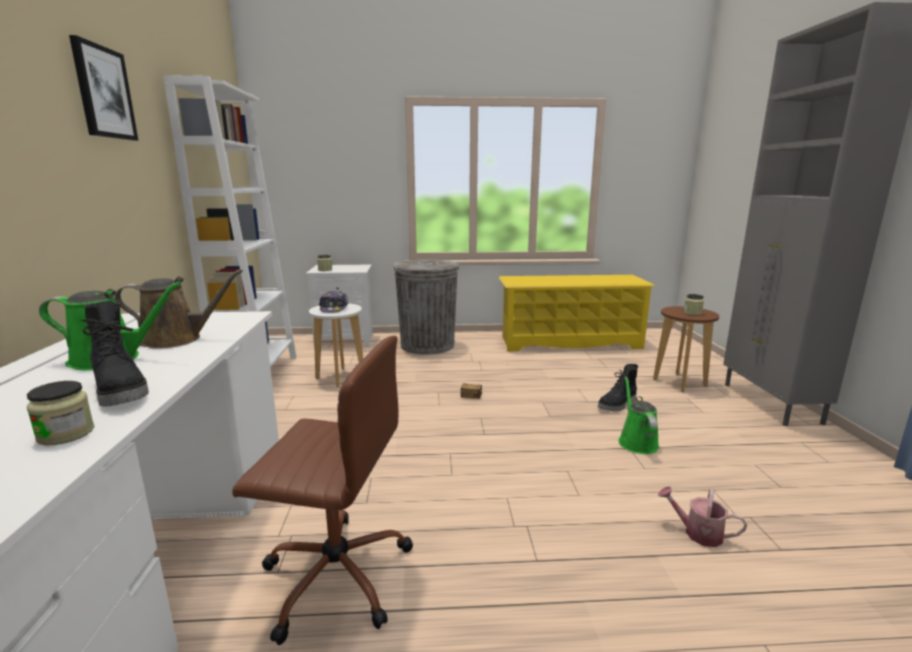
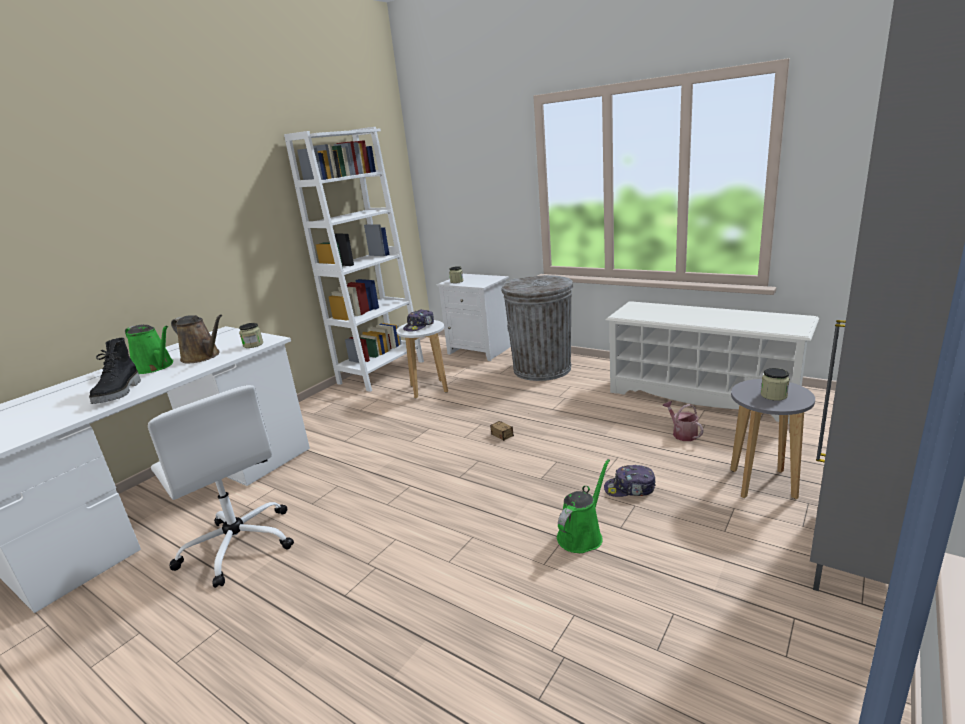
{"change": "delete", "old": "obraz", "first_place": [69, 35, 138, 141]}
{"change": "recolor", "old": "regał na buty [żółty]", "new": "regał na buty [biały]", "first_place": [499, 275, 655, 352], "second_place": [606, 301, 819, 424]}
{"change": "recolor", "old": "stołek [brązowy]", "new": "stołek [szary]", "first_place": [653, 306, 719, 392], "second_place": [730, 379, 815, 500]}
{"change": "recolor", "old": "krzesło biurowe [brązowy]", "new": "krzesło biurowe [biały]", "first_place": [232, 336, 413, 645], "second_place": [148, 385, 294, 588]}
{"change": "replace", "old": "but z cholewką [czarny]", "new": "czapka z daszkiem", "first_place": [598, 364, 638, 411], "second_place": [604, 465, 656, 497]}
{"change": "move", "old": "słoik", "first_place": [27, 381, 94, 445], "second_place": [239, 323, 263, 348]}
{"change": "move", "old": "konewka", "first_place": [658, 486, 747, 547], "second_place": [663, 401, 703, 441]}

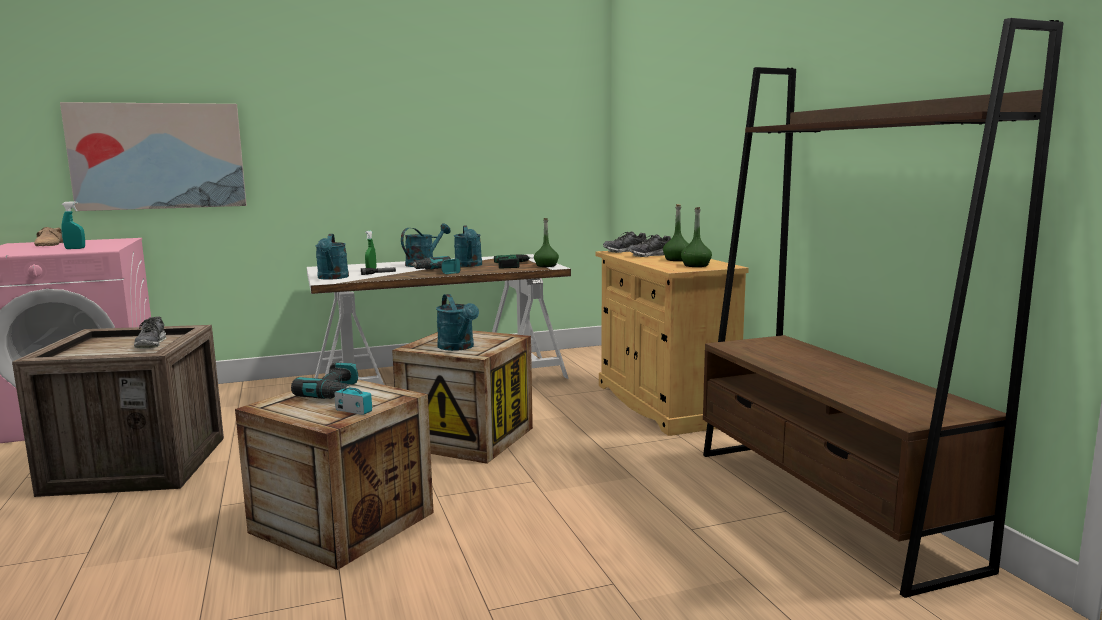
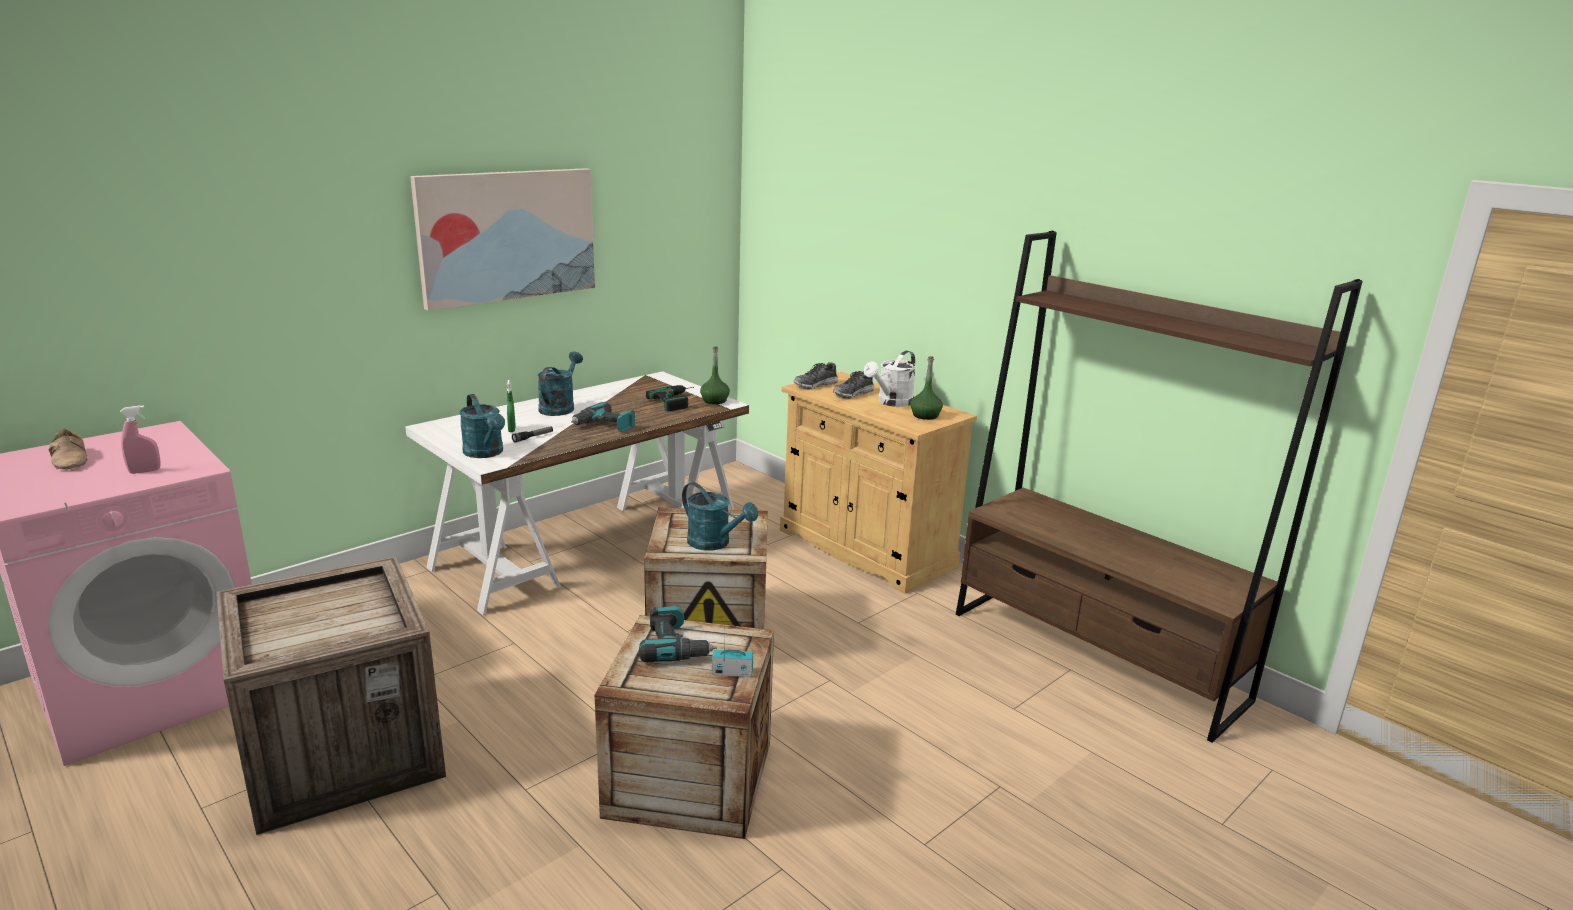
{"change": "move", "old": "obraz", "first_place": [60, 102, 247, 211], "second_place": [410, 168, 595, 311]}
{"change": "recolor", "old": "spryskiwacz [turkusowy]", "new": "spryskiwacz [różowy]", "first_place": [61, 201, 85, 249], "second_place": [120, 405, 161, 474]}
{"change": "replace", "old": "butelka [zielony]", "new": "konewka [biały]", "first_place": [663, 204, 689, 261], "second_place": [864, 351, 916, 407]}
{"change": "delete", "old": "konewka [turkusowy]", "first_place": [454, 225, 482, 267]}
{"change": "delete", "old": "but", "first_place": [134, 316, 166, 349]}

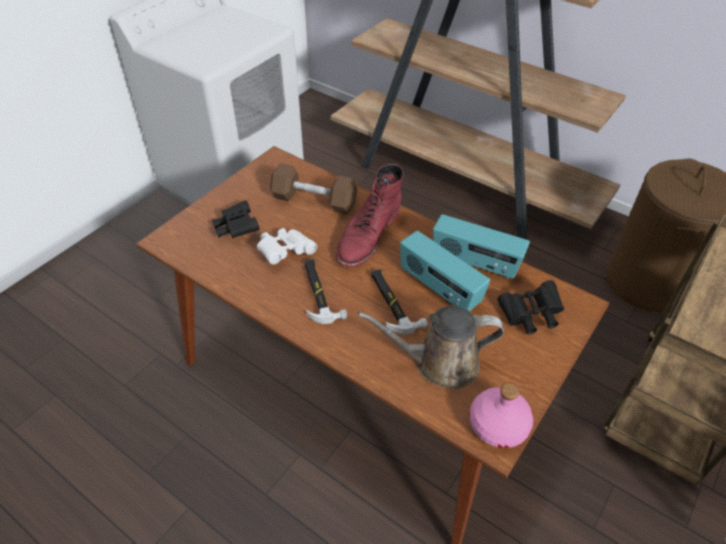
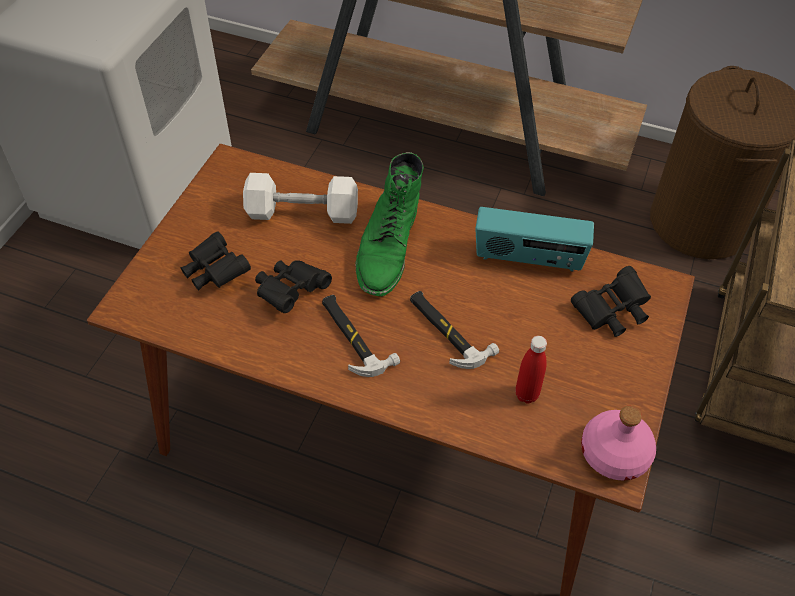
{"change": "recolor", "old": "hantel [brązowy]", "new": "hantel [biały]", "first_place": [270, 163, 357, 214], "second_place": [243, 173, 358, 224]}
{"change": "recolor", "old": "but z cholewką [czerwony]", "new": "but z cholewką [zielony]", "first_place": [336, 164, 404, 268], "second_place": [355, 152, 424, 296]}
{"change": "recolor", "old": "lornetka [biały]", "new": "lornetka [czarny]", "first_place": [257, 228, 317, 265], "second_place": [255, 260, 332, 313]}
{"change": "delete", "old": "radio", "first_place": [400, 231, 490, 311]}
{"change": "replace", "old": "konewka [brązowy]", "new": "butelka [czerwony]", "first_place": [358, 306, 504, 389], "second_place": [515, 336, 547, 404]}

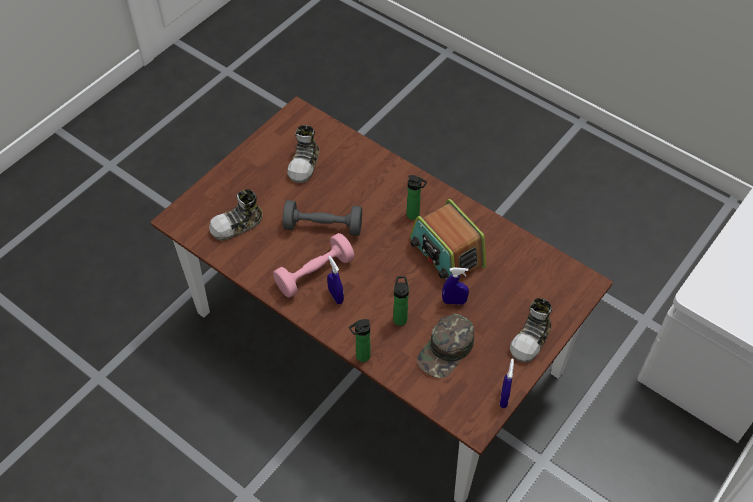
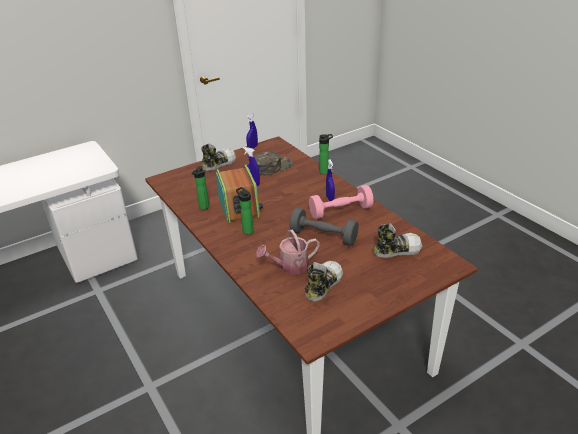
{"change": "move", "old": "butelka", "first_place": [393, 276, 409, 326], "second_place": [191, 166, 209, 210]}
{"change": "insert", "new": "konewka", "second_place": [256, 230, 320, 275]}

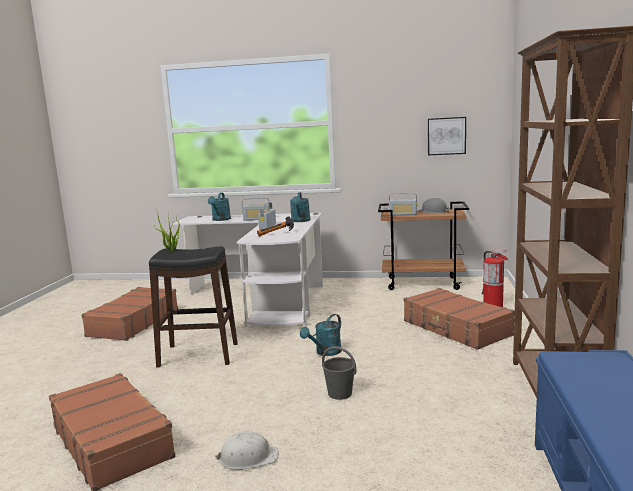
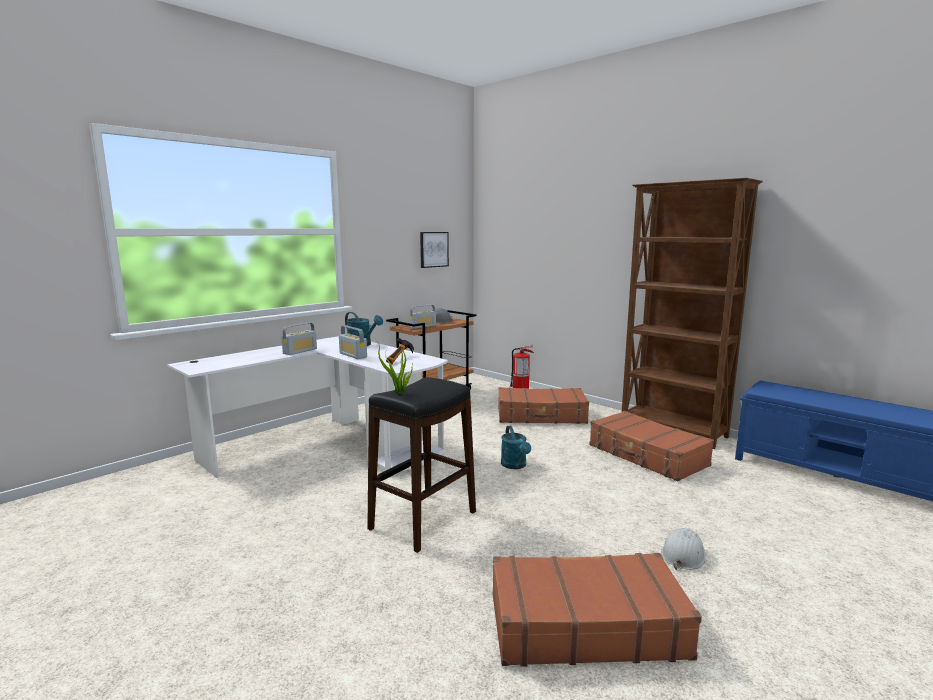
{"change": "delete", "old": "konewka [turkusowy]", "first_place": [208, 193, 231, 221]}
{"change": "move", "old": "walizka [brązowy]", "first_place": [81, 287, 178, 341], "second_place": [589, 411, 714, 482]}
{"change": "delete", "old": "wiadro [szary]", "first_place": [322, 346, 356, 400]}

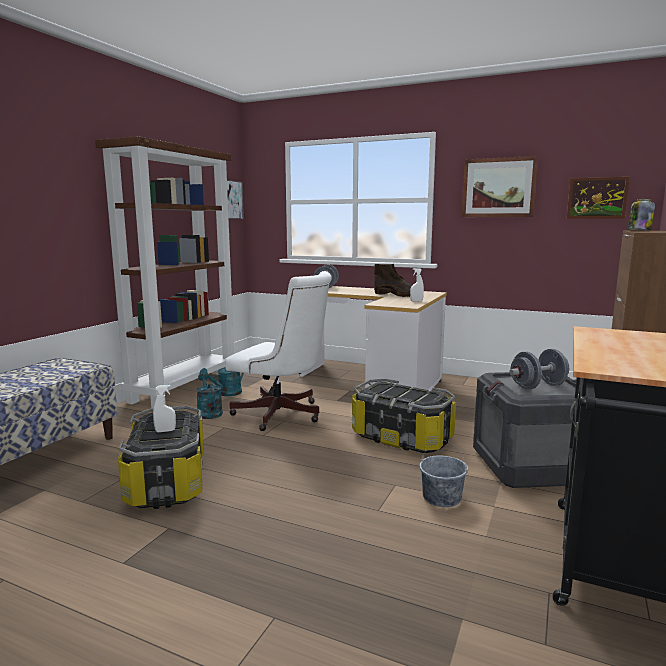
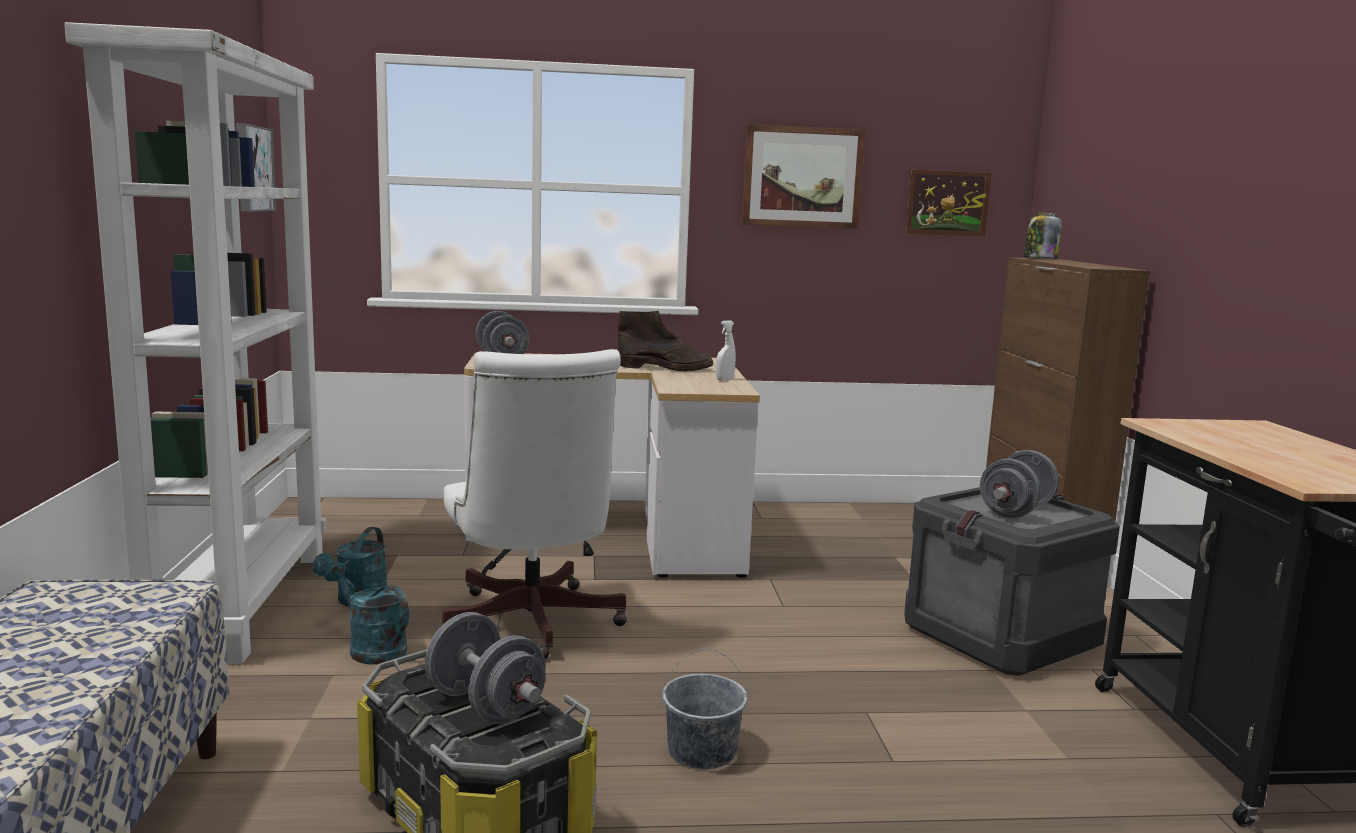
{"change": "recolor", "old": "regał [brązowy]", "new": "regał [biały]", "first_place": [95, 136, 234, 408], "second_place": [64, 22, 326, 664]}
{"change": "rotate", "old": "krzesło biurowe [biały]", "first_place": [225, 271, 332, 431], "second_place": [442, 349, 627, 659], "degrees": 75}
{"change": "delete", "old": "pojemnik do przechowywania", "first_place": [352, 379, 456, 453]}
{"change": "replace", "old": "spryskiwacz [biały]", "new": "hantel [szary]", "first_place": [153, 385, 176, 432], "second_place": [425, 612, 546, 724]}
{"change": "move", "old": "wiadro [szary]", "first_place": [419, 441, 468, 507], "second_place": [662, 648, 748, 769]}

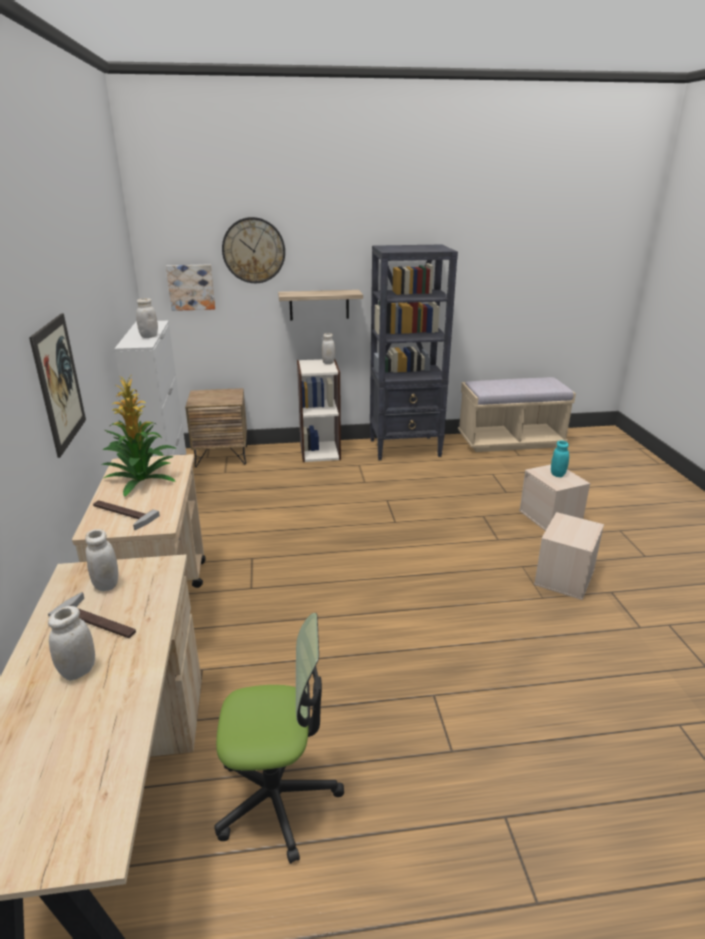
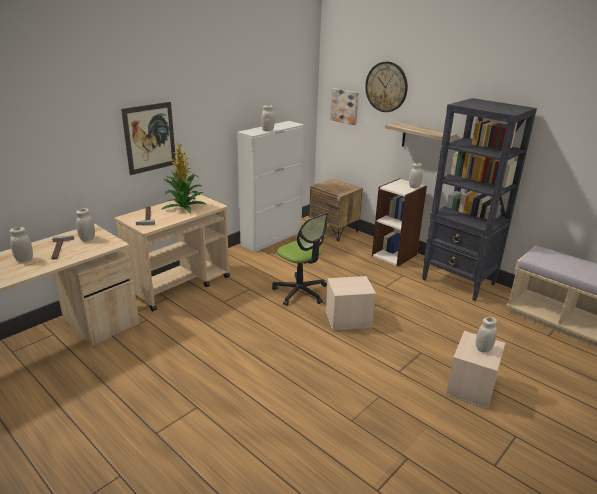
{"change": "recolor", "old": "słoik [turkusowy]", "new": "słoik [biały]", "first_place": [551, 441, 569, 477], "second_place": [476, 317, 497, 352]}
{"change": "move", "old": "pojemnik do przechowywania [beżowy]", "first_place": [534, 512, 604, 600], "second_place": [326, 276, 376, 330]}
{"change": "move", "old": "krzesło biurowe", "first_place": [214, 613, 344, 864], "second_place": [272, 213, 328, 306]}

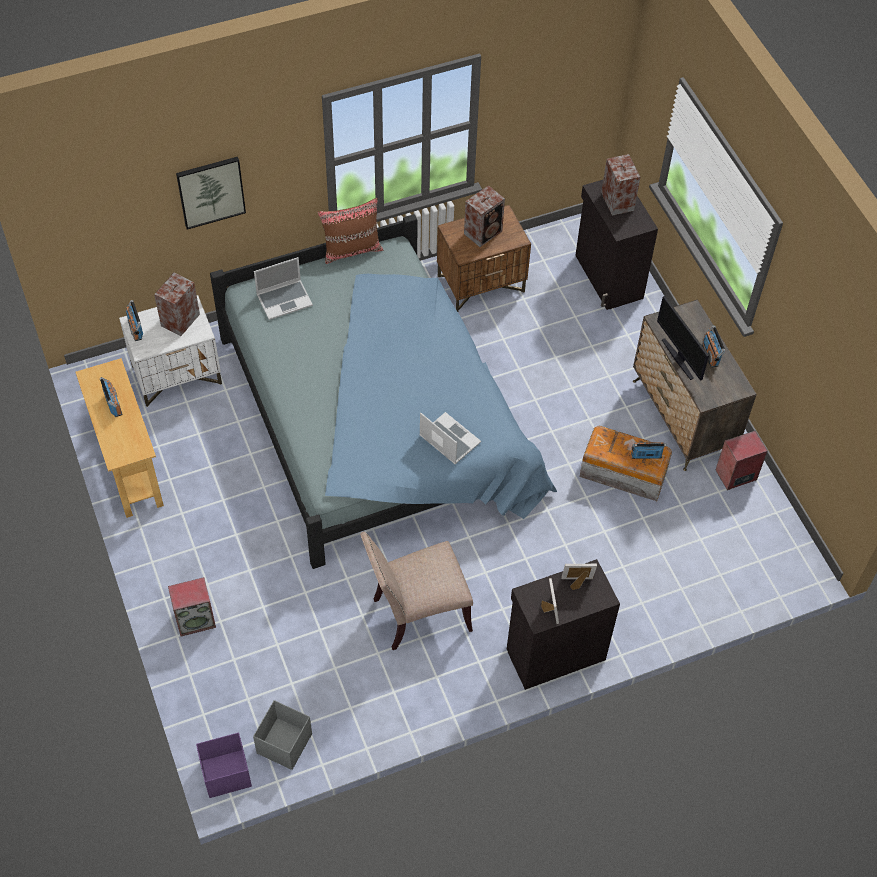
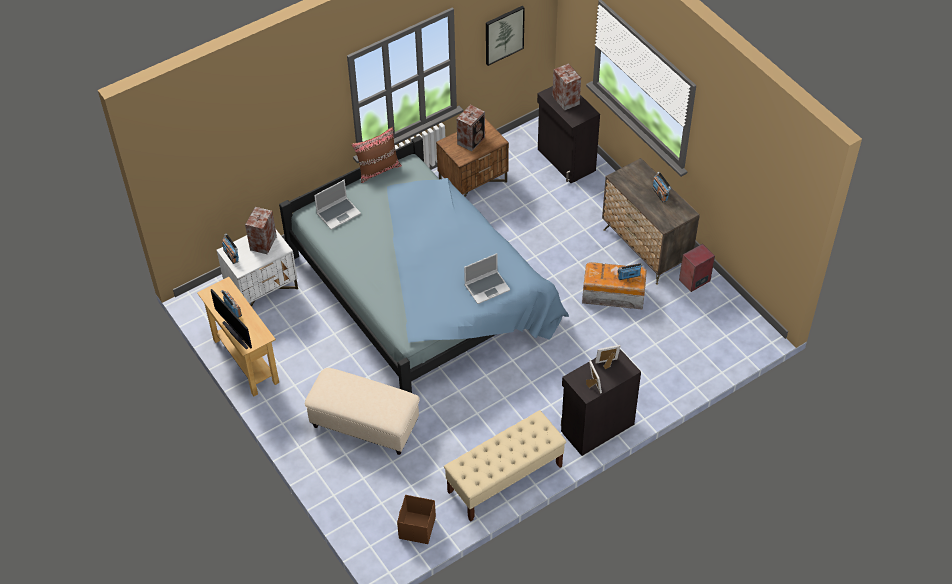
{"change": "move", "old": "obraz", "first_place": [176, 157, 246, 230], "second_place": [486, 6, 525, 66]}
{"change": "move", "old": "monitor", "first_place": [657, 296, 709, 381], "second_place": [211, 289, 252, 349]}
{"change": "rotate", "old": "laptop", "first_place": [419, 412, 481, 464], "second_place": [464, 253, 510, 304], "degrees": 120}
{"change": "delete", "old": "krzesło [beżowy]", "first_place": [360, 532, 473, 650]}
{"change": "delete", "old": "głośnik", "first_place": [168, 577, 216, 636]}
{"change": "recolor", "old": "pojemnik do przechowywania [szary]", "new": "pojemnik do przechowywania [brązowy]", "first_place": [253, 700, 312, 770], "second_place": [397, 495, 436, 544]}
{"change": "delete", "old": "pojemnik do przechowywania [fioletowy]", "first_place": [196, 732, 252, 798]}
{"change": "insert", "new": "pufa [beżowy]", "second_place": [305, 368, 420, 455]}
{"change": "insert", "new": "ławka [beżowy]", "second_place": [444, 410, 566, 522]}

